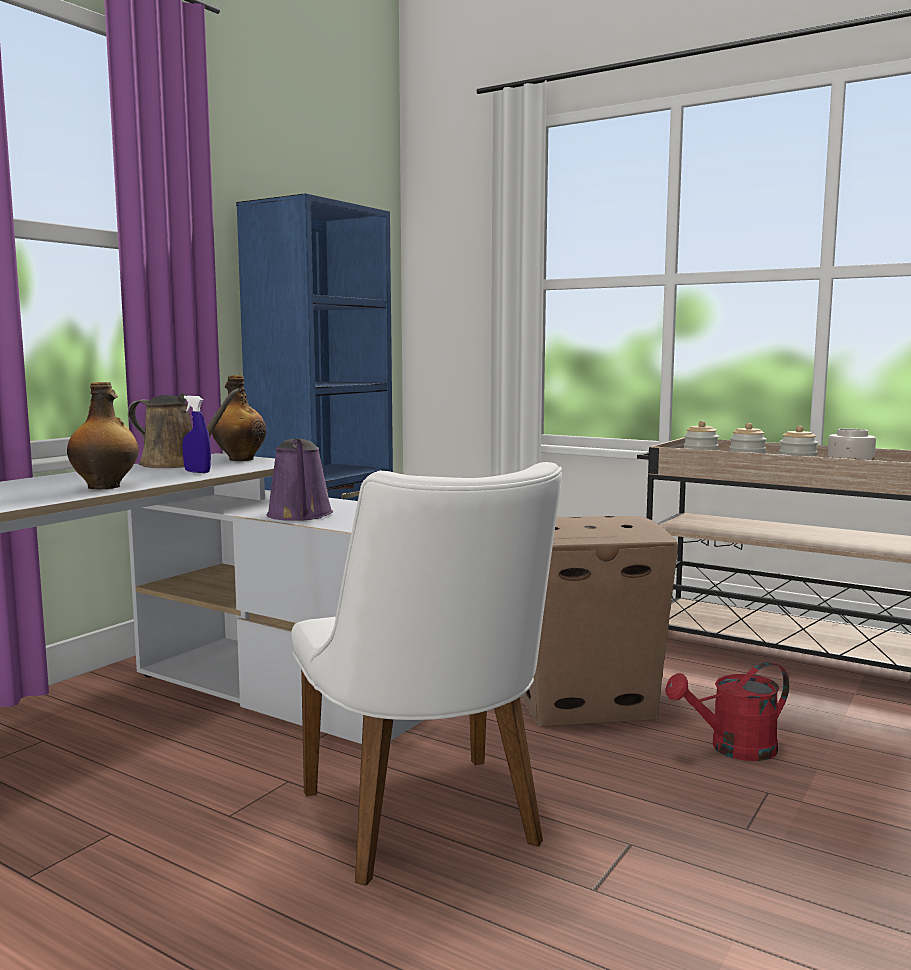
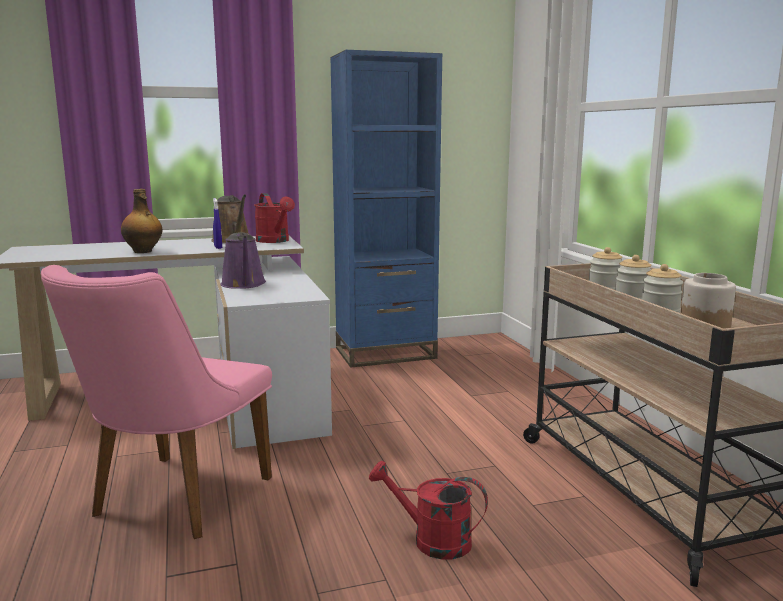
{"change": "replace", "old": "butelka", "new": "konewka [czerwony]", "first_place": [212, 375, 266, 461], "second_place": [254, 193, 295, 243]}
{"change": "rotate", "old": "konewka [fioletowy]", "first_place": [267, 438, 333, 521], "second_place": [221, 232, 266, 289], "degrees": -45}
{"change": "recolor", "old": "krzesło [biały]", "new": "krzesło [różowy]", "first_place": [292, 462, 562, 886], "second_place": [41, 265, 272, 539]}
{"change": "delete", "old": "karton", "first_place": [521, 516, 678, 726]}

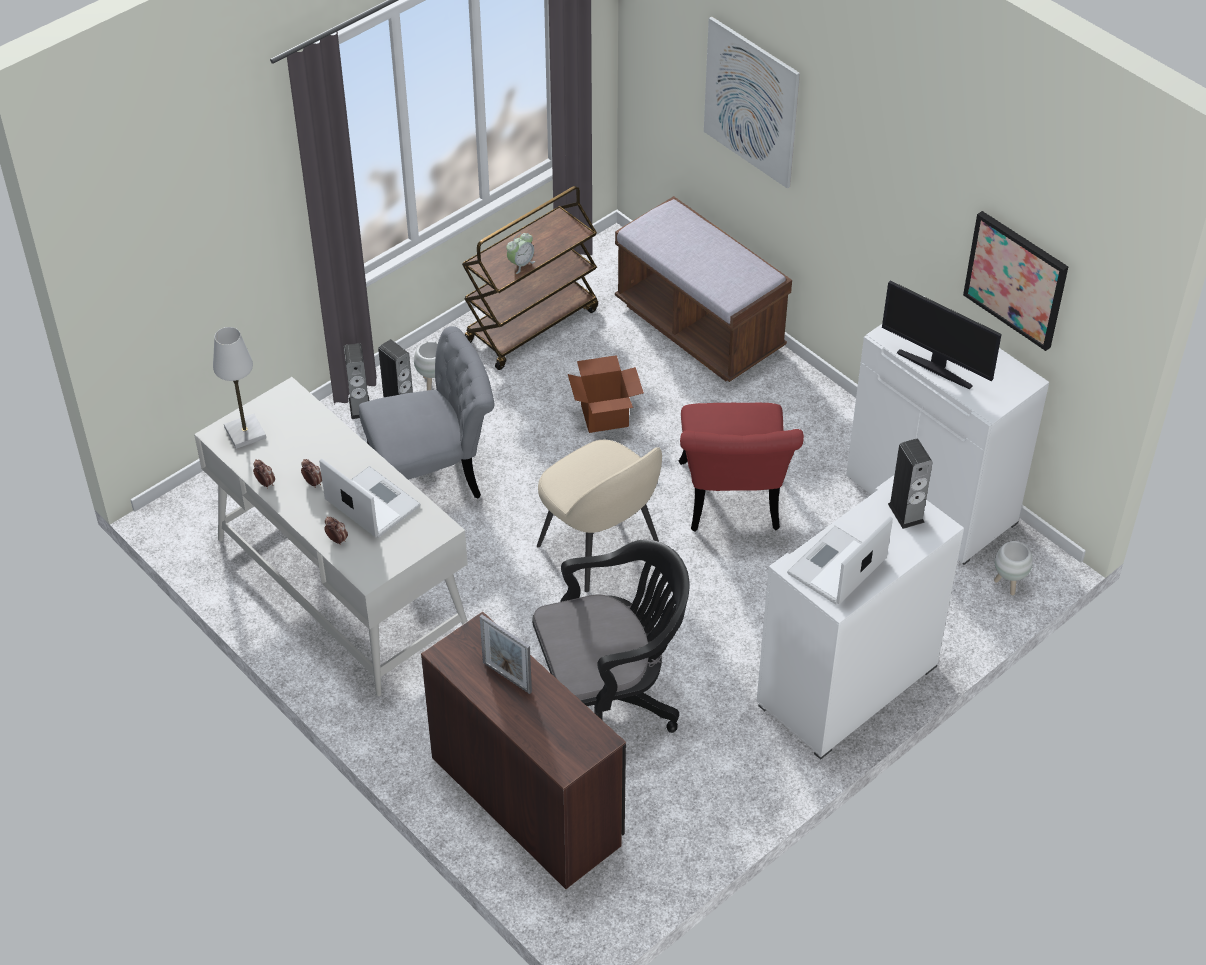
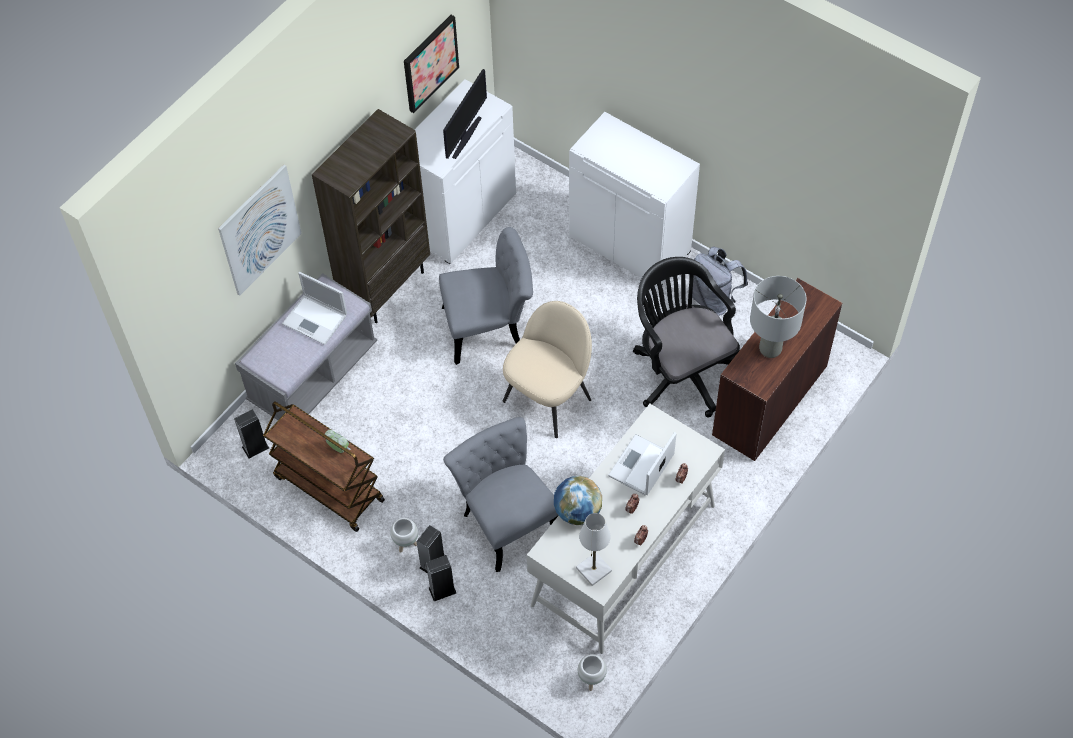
{"change": "recolor", "old": "ławka [brązowy]", "new": "ławka [szary]", "first_place": [615, 196, 792, 382], "second_place": [235, 273, 377, 420]}
{"change": "delete", "old": "karton", "first_place": [568, 355, 644, 433]}
{"change": "recolor", "old": "krzesło [czerwony]", "new": "krzesło [szary]", "first_place": [679, 403, 804, 532], "second_place": [439, 227, 533, 365]}
{"change": "move", "old": "głośnik", "first_place": [888, 439, 933, 529], "second_place": [234, 409, 269, 459]}
{"change": "move", "old": "laptop", "first_place": [787, 516, 893, 605], "second_place": [282, 272, 347, 345]}
{"change": "move", "old": "donica [biały]", "first_place": [994, 541, 1033, 595], "second_place": [578, 654, 607, 691]}
{"change": "replace", "old": "ramka na zdjęcie", "new": "lampa stołowa [szary]", "first_place": [480, 615, 532, 694], "second_place": [750, 276, 806, 358]}
{"change": "insert", "new": "regał [brązowy]", "second_place": [312, 109, 430, 323]}
{"change": "insert", "new": "plecak [szary]", "second_place": [692, 246, 748, 316]}
{"change": "insert", "new": "globus", "second_place": [554, 476, 602, 525]}

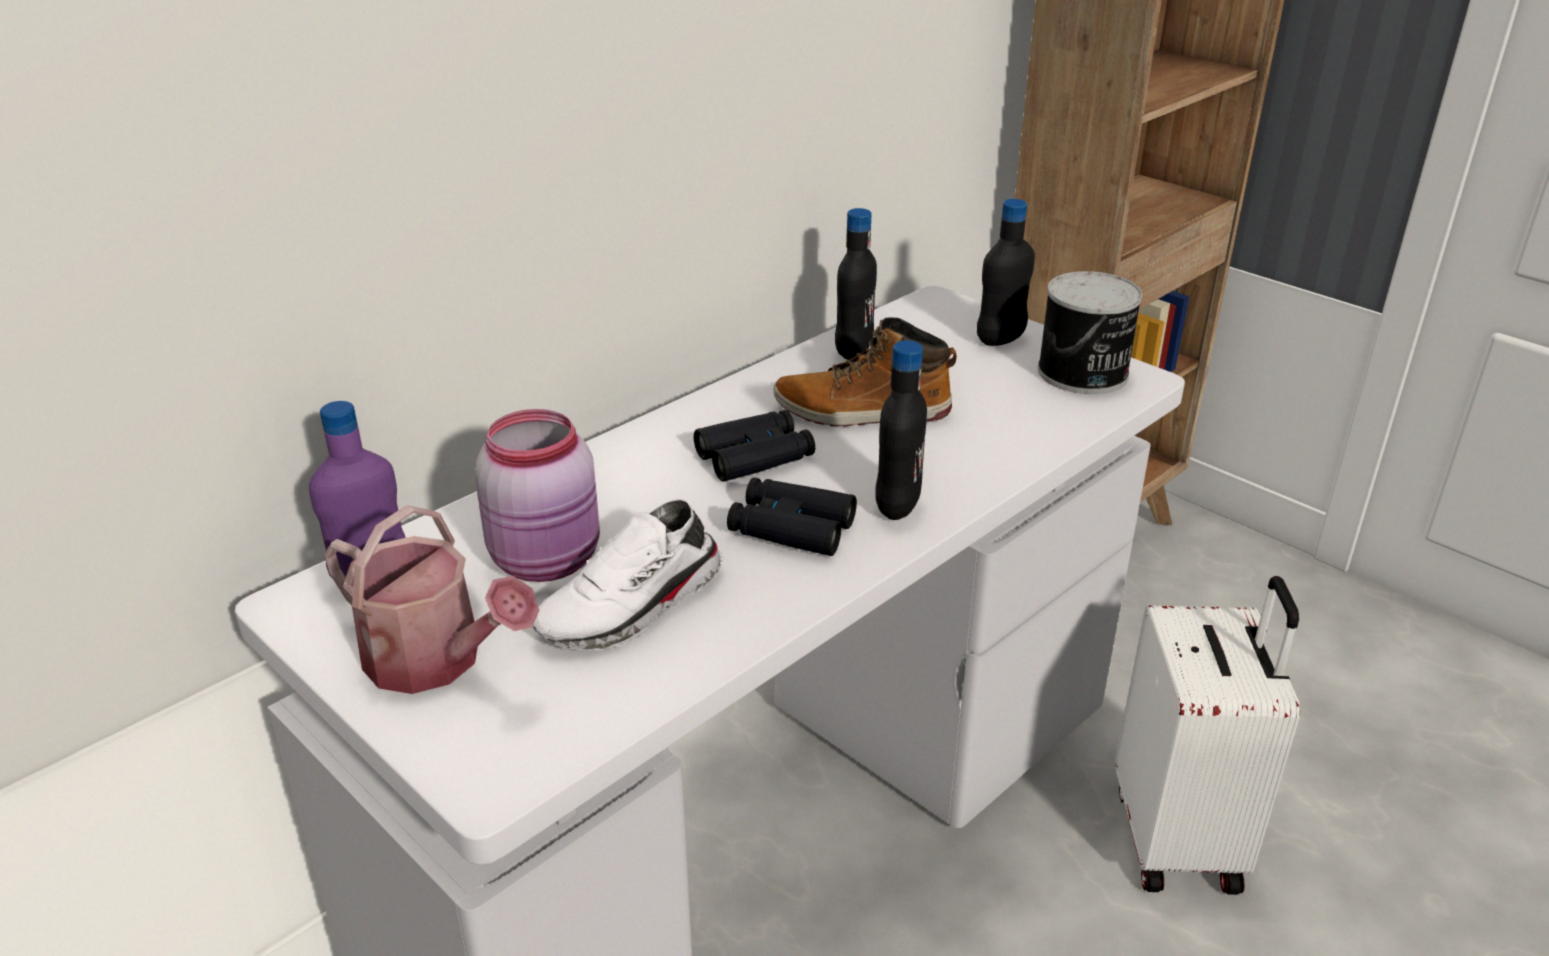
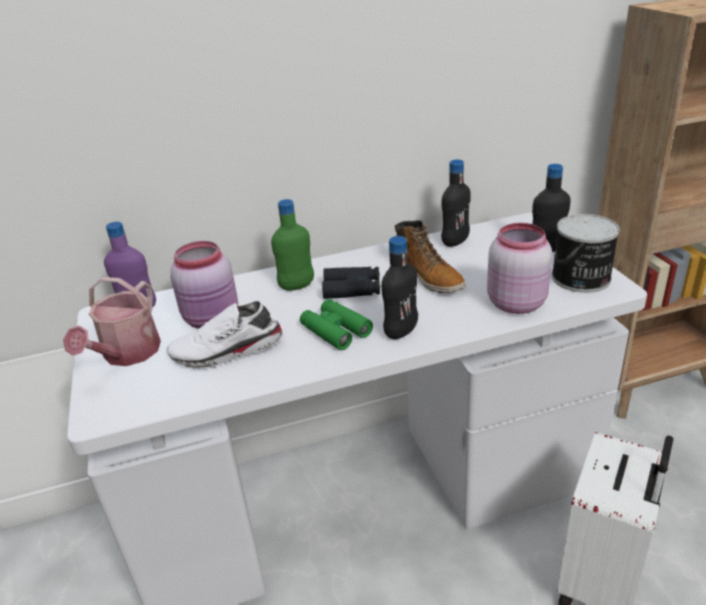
{"change": "rotate", "old": "but z cholewką", "first_place": [773, 318, 957, 427], "second_place": [395, 220, 466, 293], "degrees": -150}
{"change": "recolor", "old": "lornetka [czarny]", "new": "lornetka [zielony]", "first_place": [727, 477, 857, 556], "second_place": [300, 299, 373, 350]}
{"change": "rotate", "old": "konewka", "first_place": [324, 505, 539, 694], "second_place": [63, 277, 161, 366], "degrees": 45}
{"change": "insert", "new": "butelka [zielony]", "second_place": [271, 199, 314, 291]}
{"change": "insert", "new": "słoik [różowy]", "second_place": [487, 223, 552, 314]}

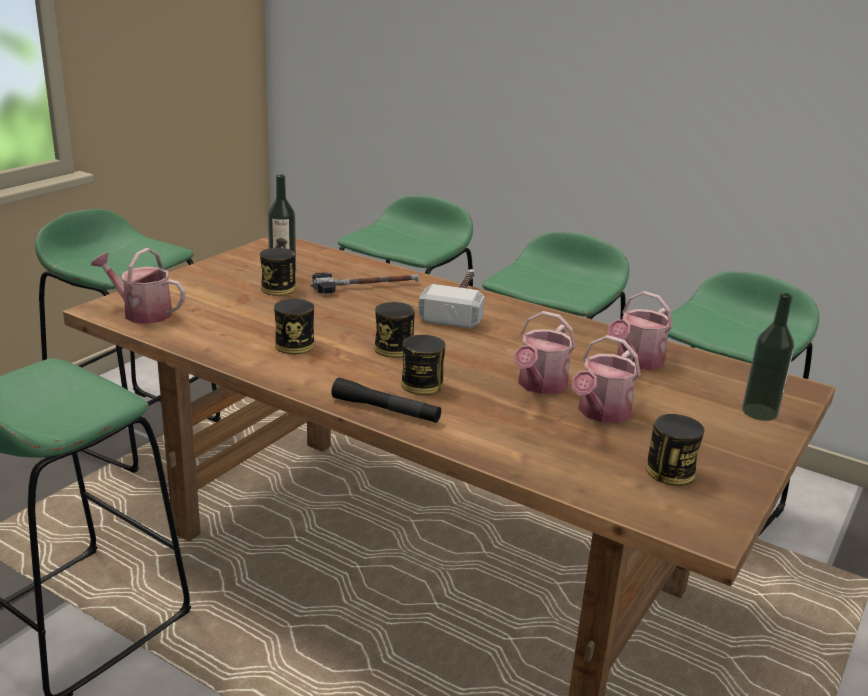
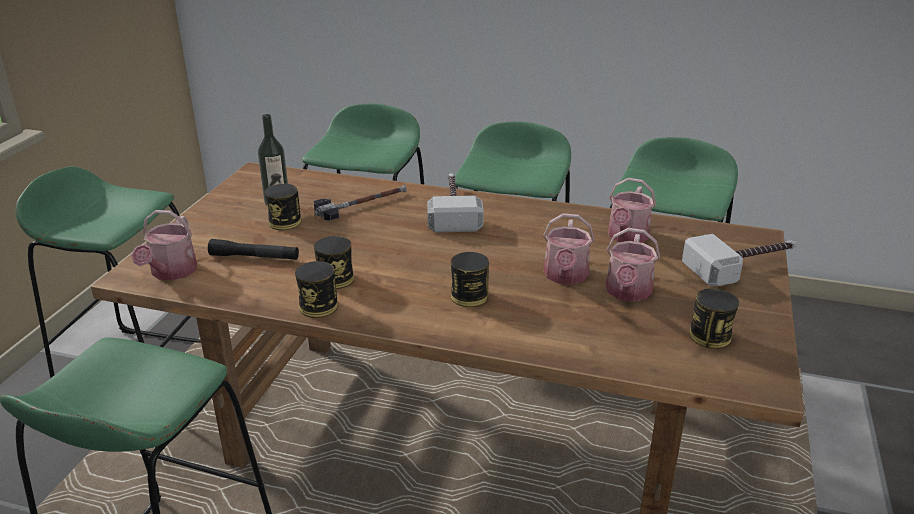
{"change": "rotate", "old": "konewka", "first_place": [91, 248, 185, 324], "second_place": [131, 210, 197, 281], "degrees": -90}
{"change": "replace", "old": "butelka", "new": "młotek", "first_place": [742, 293, 794, 421], "second_place": [682, 234, 797, 287]}
{"change": "move", "old": "puszka", "first_place": [374, 302, 415, 357], "second_place": [295, 261, 338, 318]}
{"change": "move", "old": "latarka [czarny]", "first_place": [331, 378, 441, 423], "second_place": [208, 239, 299, 260]}

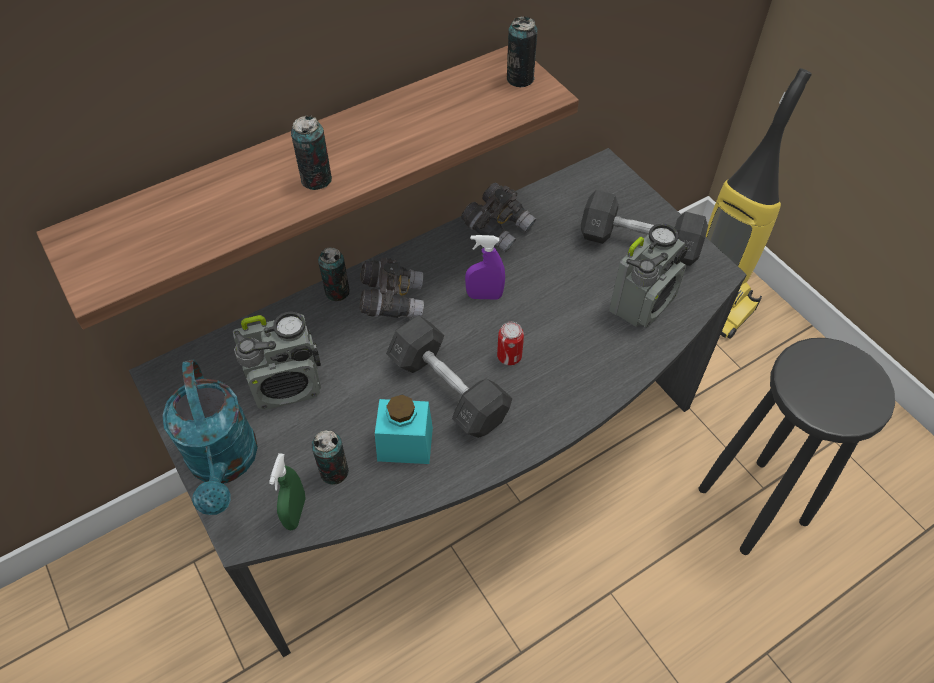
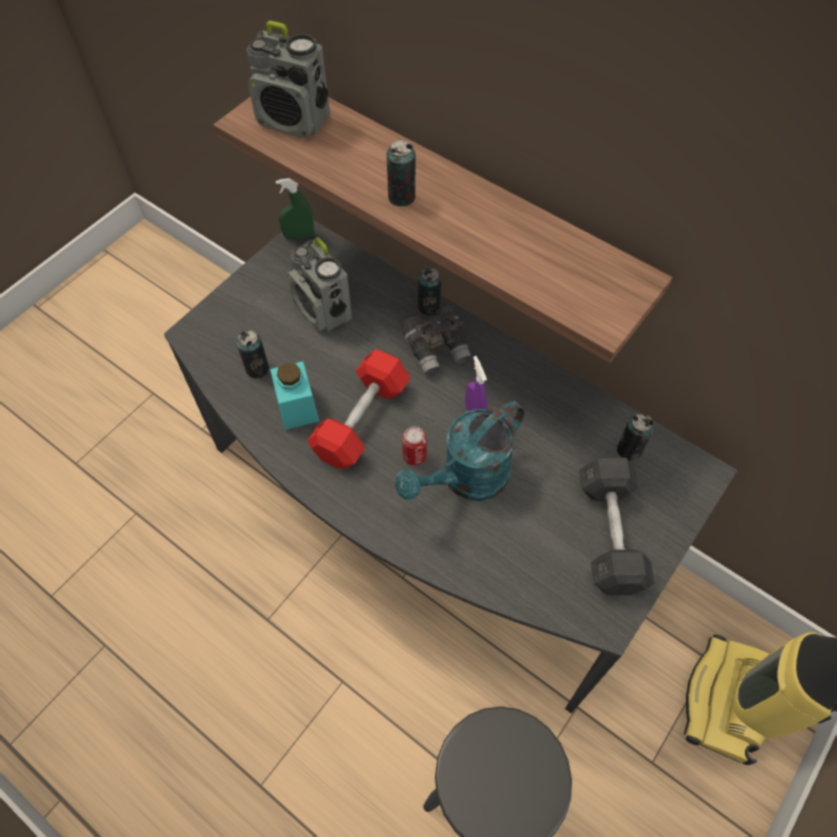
{"change": "move", "old": "puszka", "first_place": [507, 17, 538, 87], "second_place": [617, 414, 654, 461]}
{"change": "delete", "old": "lornetka [szary]", "first_place": [461, 183, 536, 252]}
{"change": "move", "old": "radio", "first_place": [609, 223, 688, 328], "second_place": [246, 21, 330, 138]}
{"change": "recolor", "old": "hantel [szary]", "new": "hantel [czerwony]", "first_place": [386, 315, 512, 438], "second_place": [307, 349, 411, 469]}
{"change": "move", "old": "konewka [turkusowy]", "first_place": [162, 359, 258, 515], "second_place": [395, 401, 524, 501]}
{"change": "move", "old": "spryskiwacz [zielony]", "first_place": [269, 453, 305, 531], "second_place": [276, 178, 314, 240]}

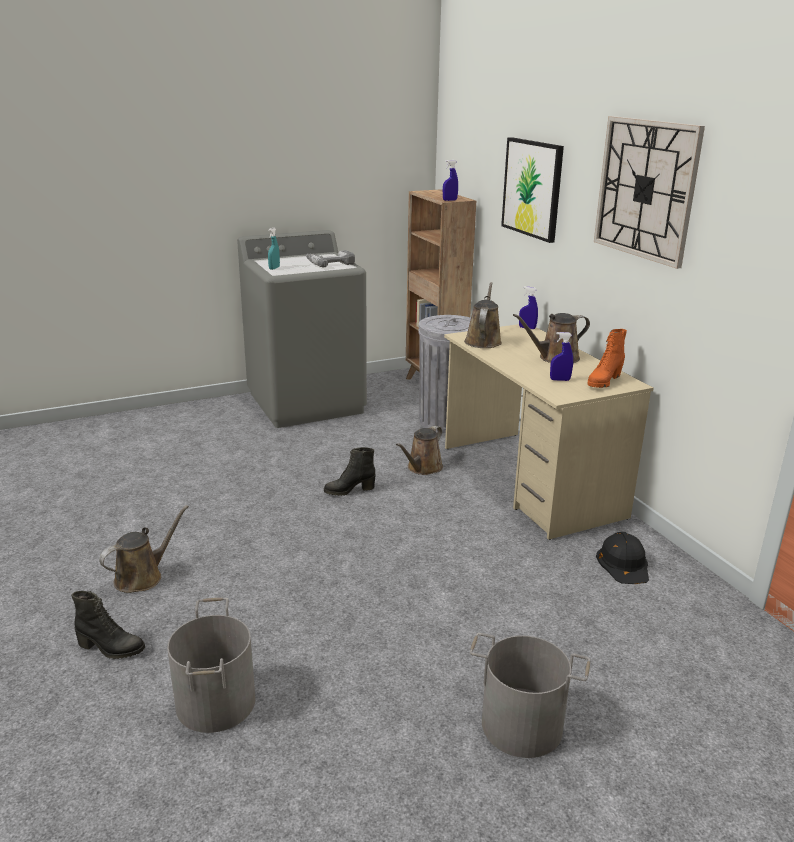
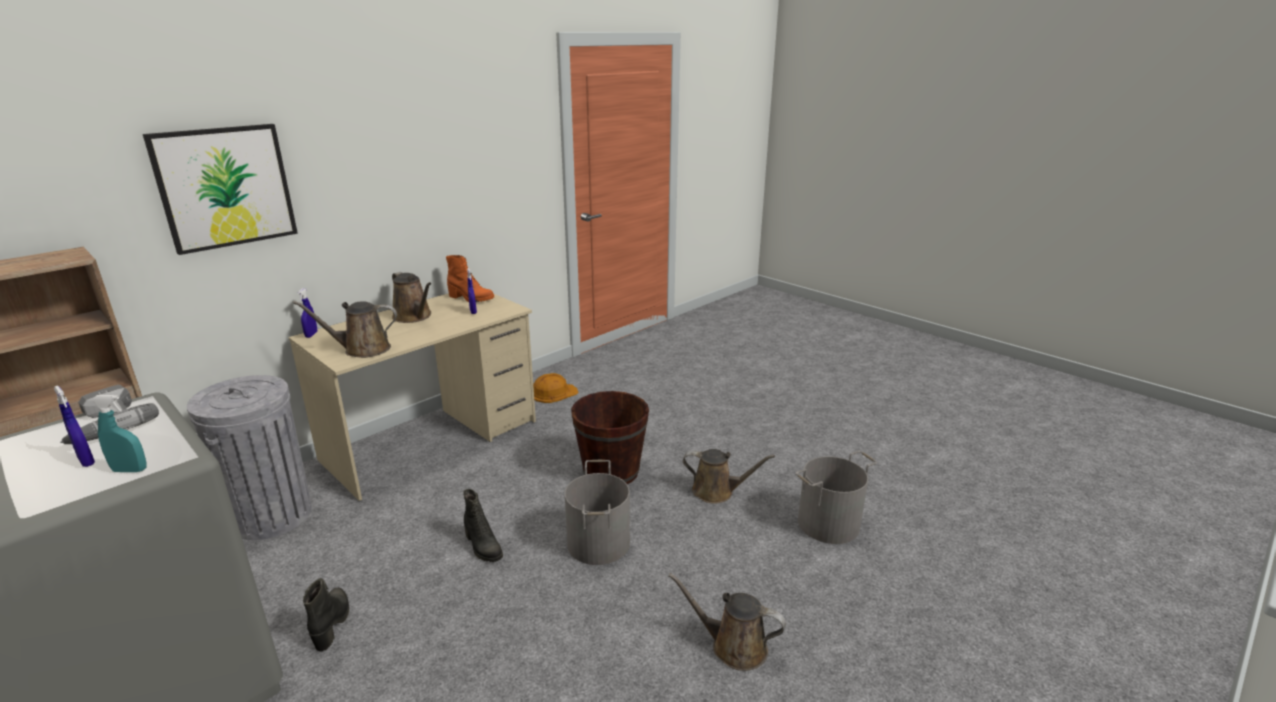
{"change": "delete", "old": "zegar ścienny", "first_place": [594, 116, 705, 269]}
{"change": "move", "old": "spryskiwacz [niebieski]", "first_place": [443, 160, 458, 201], "second_place": [54, 386, 95, 467]}
{"change": "move", "old": "konewka [brązowy]", "first_place": [396, 426, 443, 475], "second_place": [683, 449, 775, 504]}
{"change": "recolor", "old": "kask [czarny]", "new": "kask [pomarańczowy]", "first_place": [596, 532, 649, 584], "second_place": [533, 373, 579, 403]}
{"change": "move", "old": "but z cholewką [czarny]", "first_place": [71, 591, 145, 659], "second_place": [303, 578, 349, 652]}
{"change": "move", "old": "wiadro [szary]", "first_place": [470, 633, 590, 758], "second_place": [565, 460, 630, 565]}
{"change": "insert", "new": "wiadro [brązowy]", "second_place": [571, 391, 649, 484]}

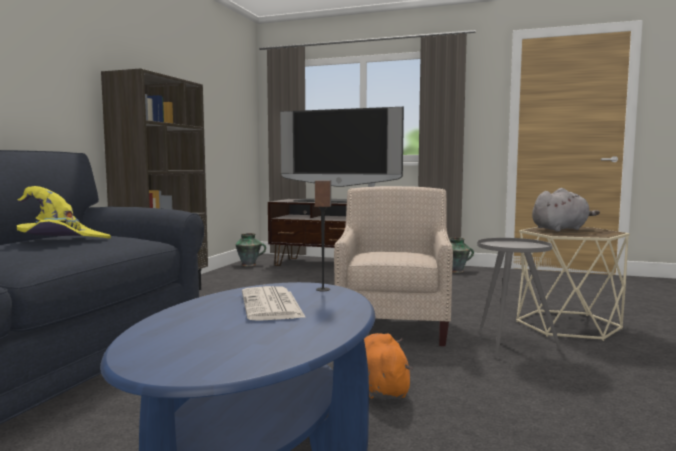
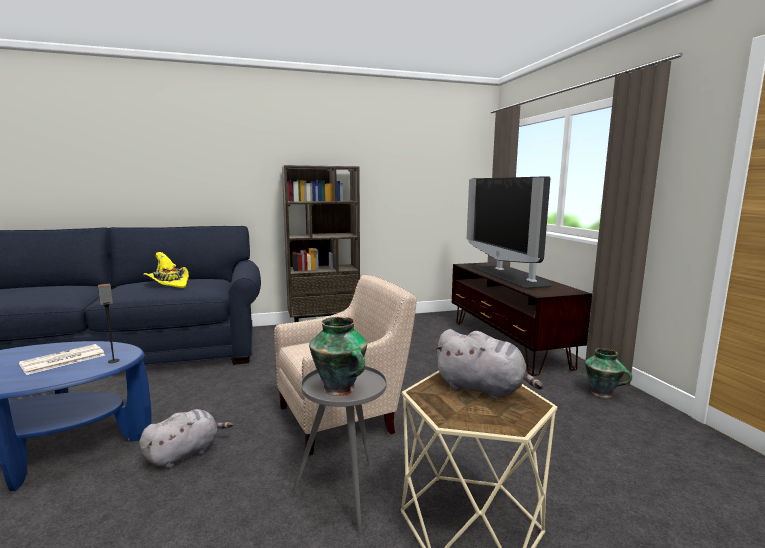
{"change": "move", "old": "wazon", "first_place": [235, 233, 266, 266], "second_place": [309, 317, 367, 396]}
{"change": "recolor", "old": "pluszak [pomarańczowy]", "new": "pluszak [szary]", "first_place": [364, 333, 413, 399], "second_place": [139, 409, 233, 468]}

